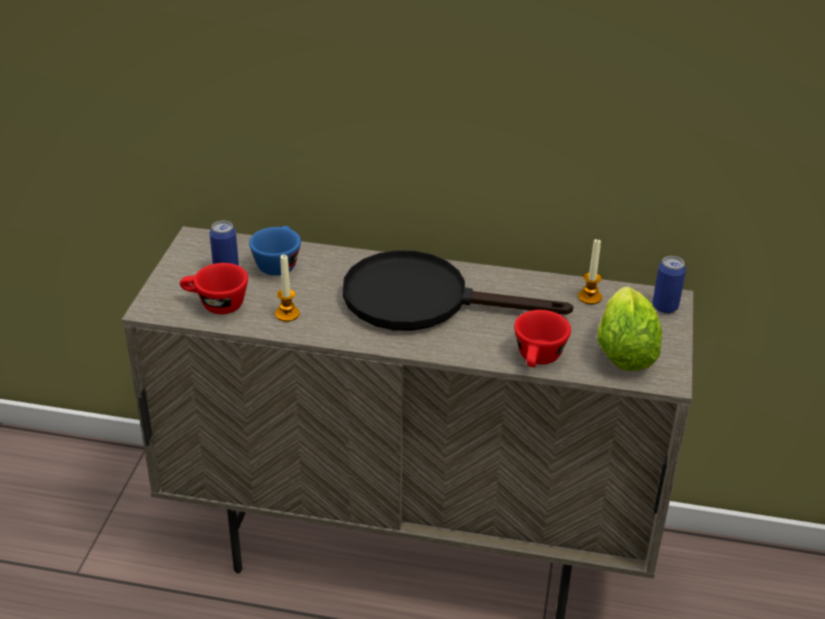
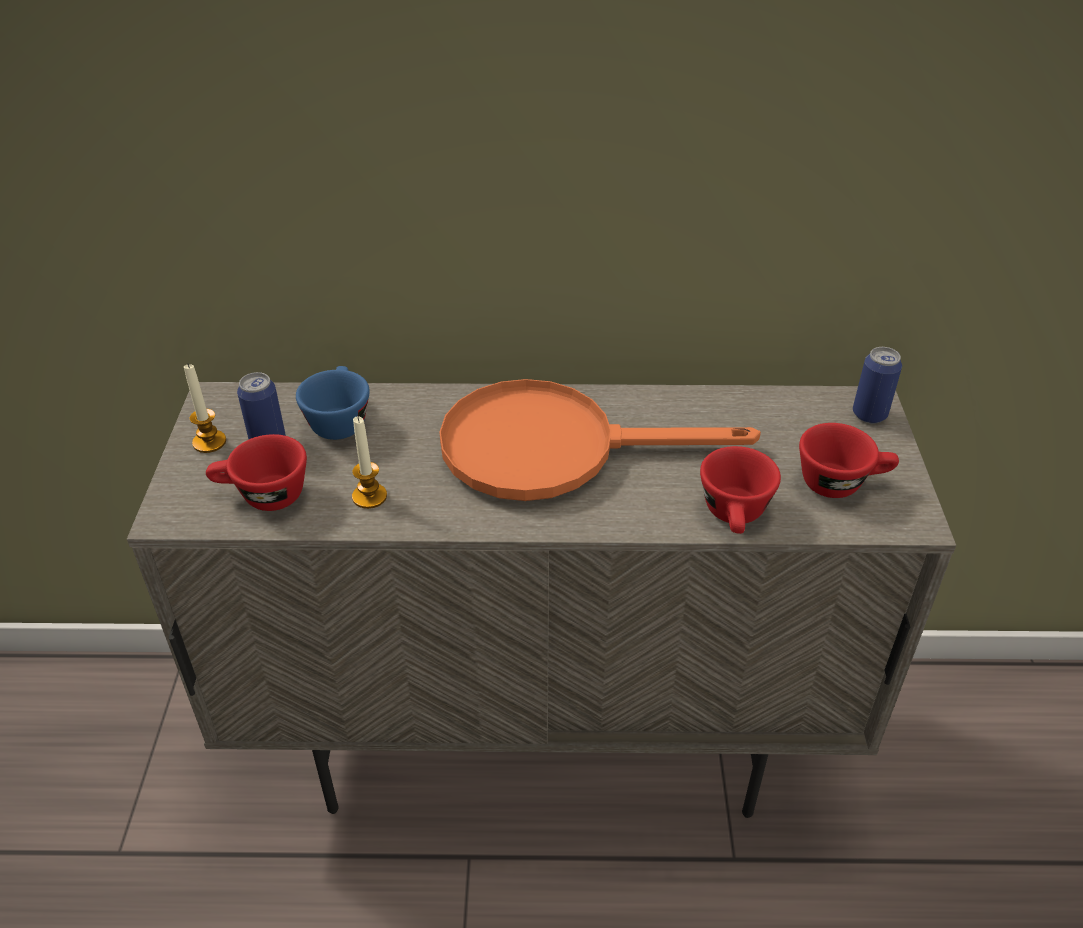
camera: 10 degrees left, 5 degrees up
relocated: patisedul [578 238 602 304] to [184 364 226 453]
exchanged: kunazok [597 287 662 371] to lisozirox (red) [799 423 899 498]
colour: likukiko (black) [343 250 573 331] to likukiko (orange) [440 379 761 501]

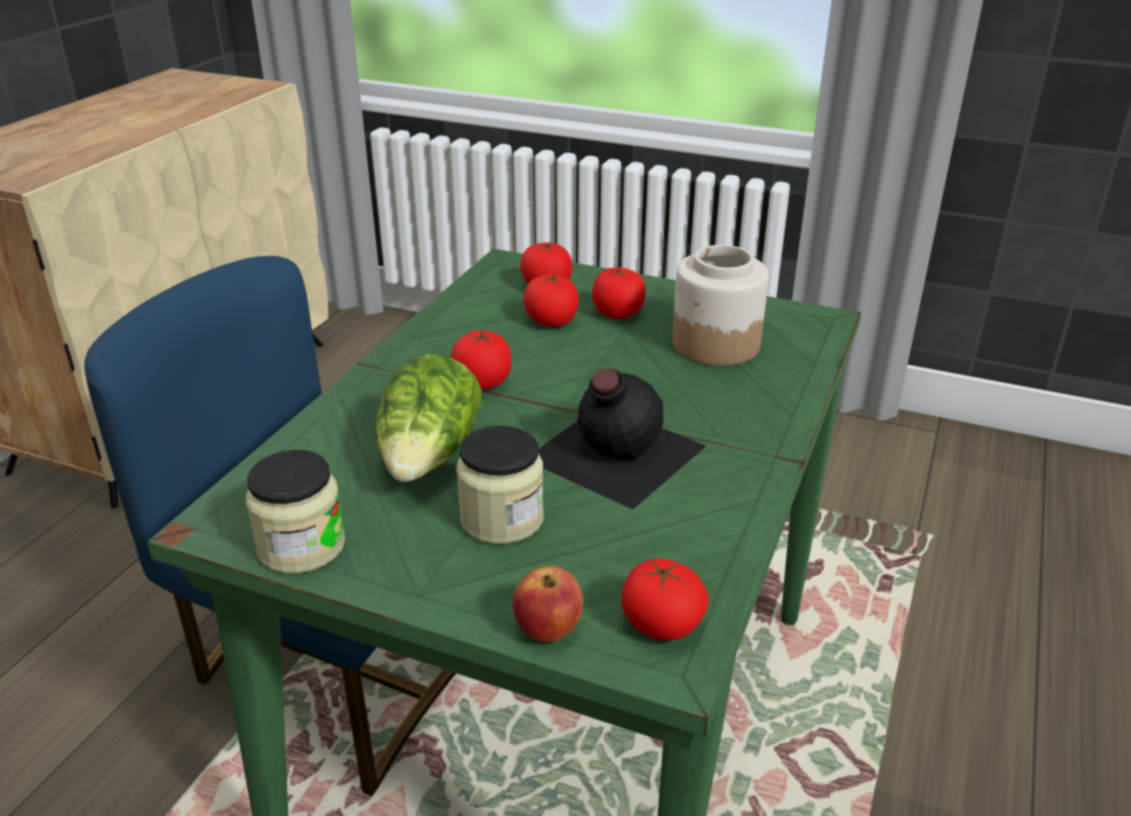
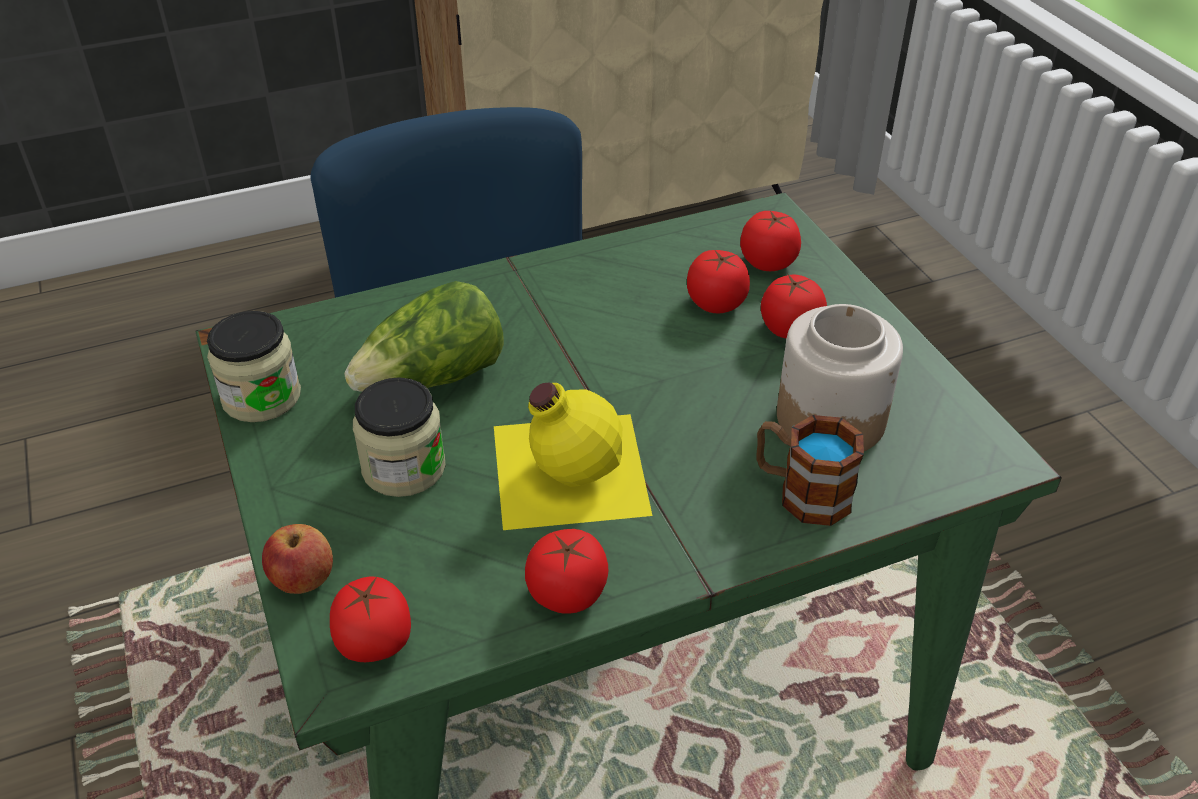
camera: 45 degrees right, 10 degrees up
appeared: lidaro [756 415 864 526]
relocated: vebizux [450 330 511 390] to [525 529 608 614]
colour: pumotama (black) [538 369 706 510] to pumotama (yellow) [494 383 653 530]

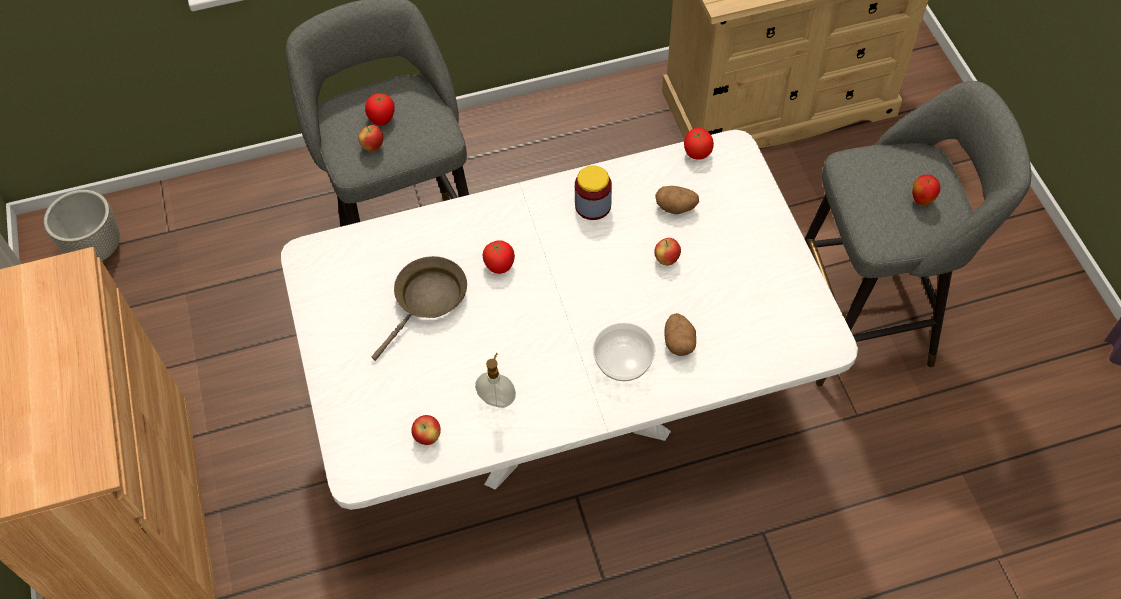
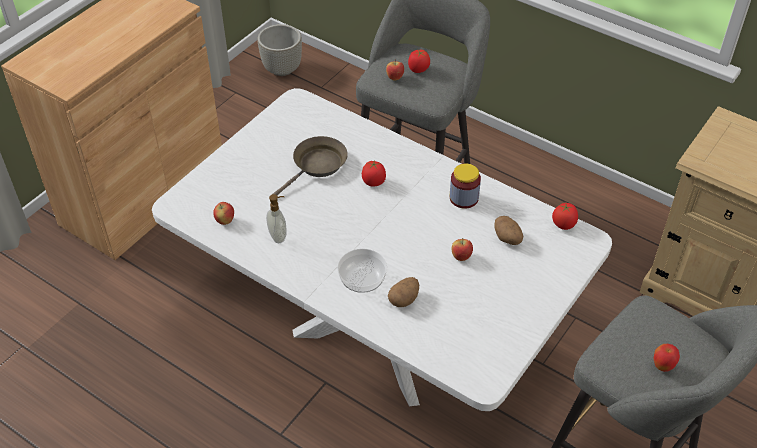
camera: 50 degrees right, 10 degrees down
spun: likukiko (brown) [372 256 467 361] = [272 136 348 195] 45 degrees counterclockwise

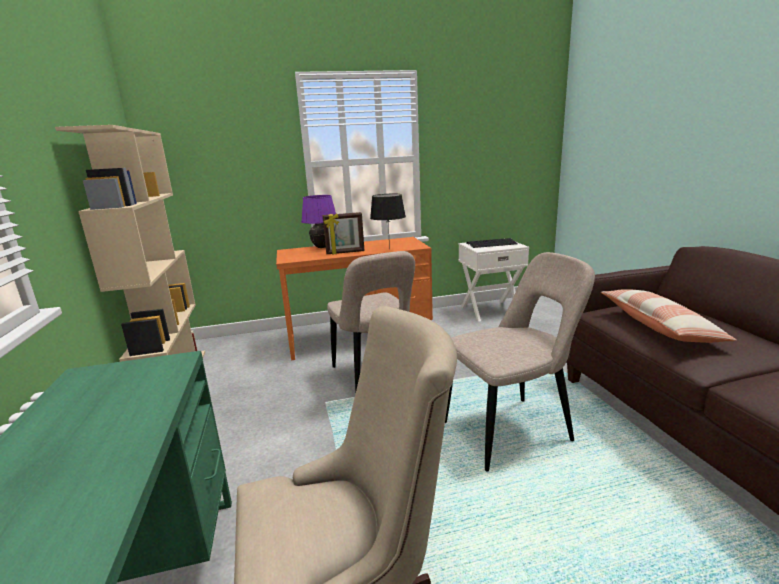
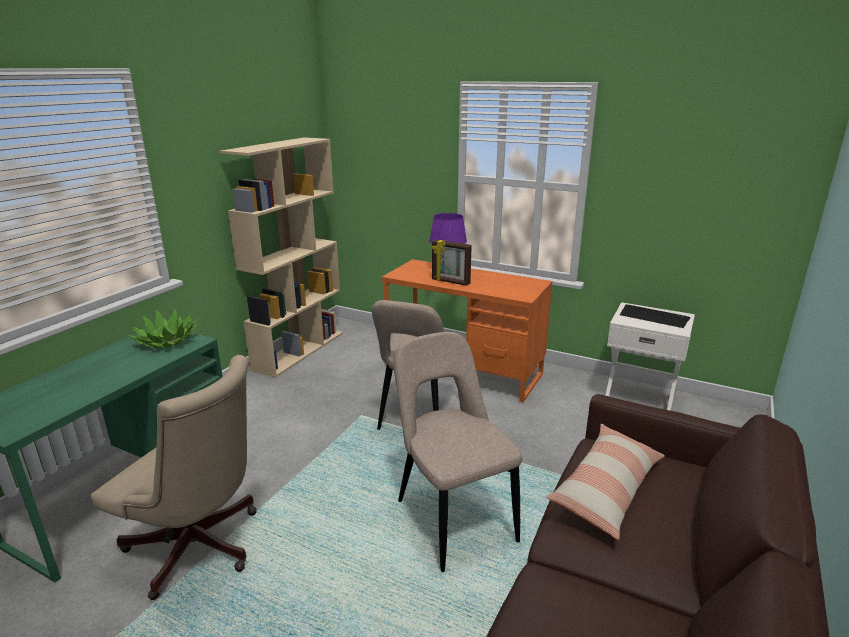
camera: 40 degrees right, 5 degrees up
missing: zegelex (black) [370 194 406 249]
appeared: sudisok [128 309 198 348]
spun: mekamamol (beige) [445 252 595 471] = [393 332 522 572] 135 degrees counterclockwise

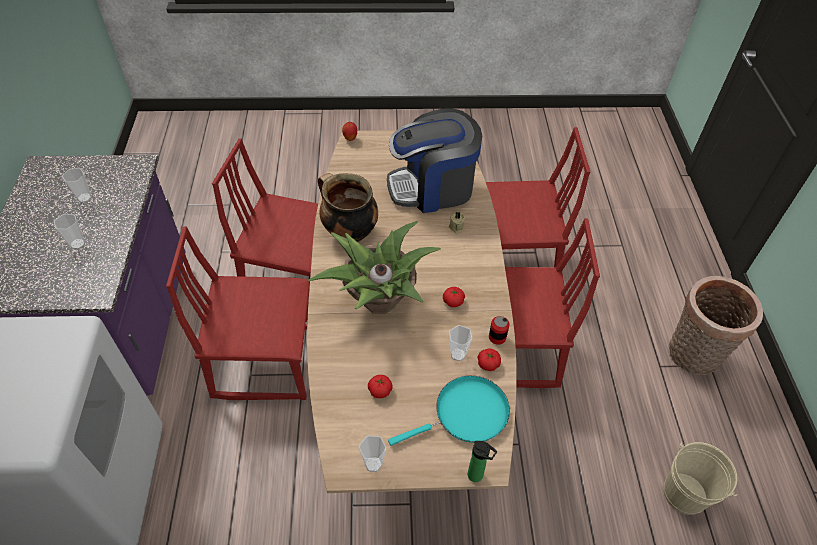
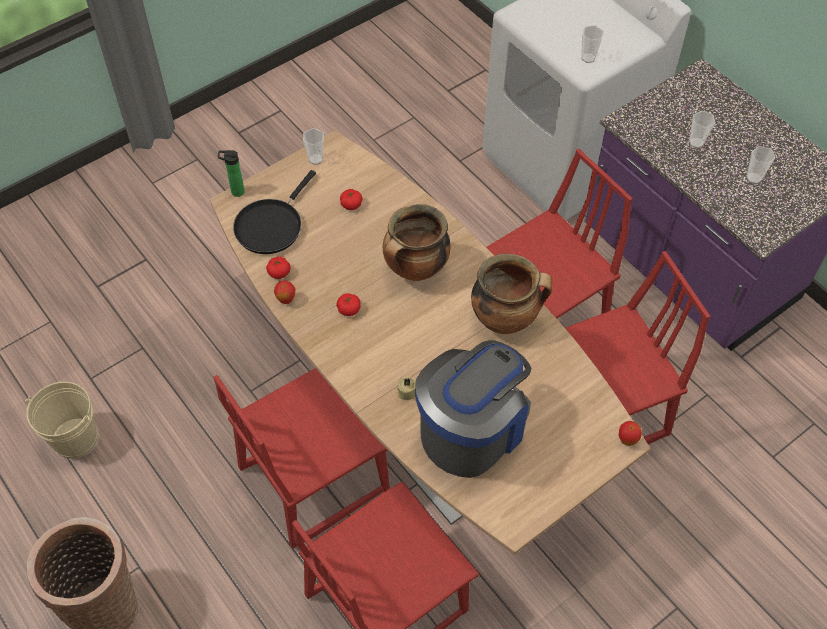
camera: 145 degrees right, 5 degrees up
relocated: lisozirox [449 325 473 361] to [581 25 604 63]
exchanged: sudisok [308 221 440 314] to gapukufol [383 204 451 281]; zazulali [489 316 510 345] to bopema [274 281 295 304]
colour: likukiko (turquoise) [388 376 510 446] to likukiko (black) [233 170 316 254]

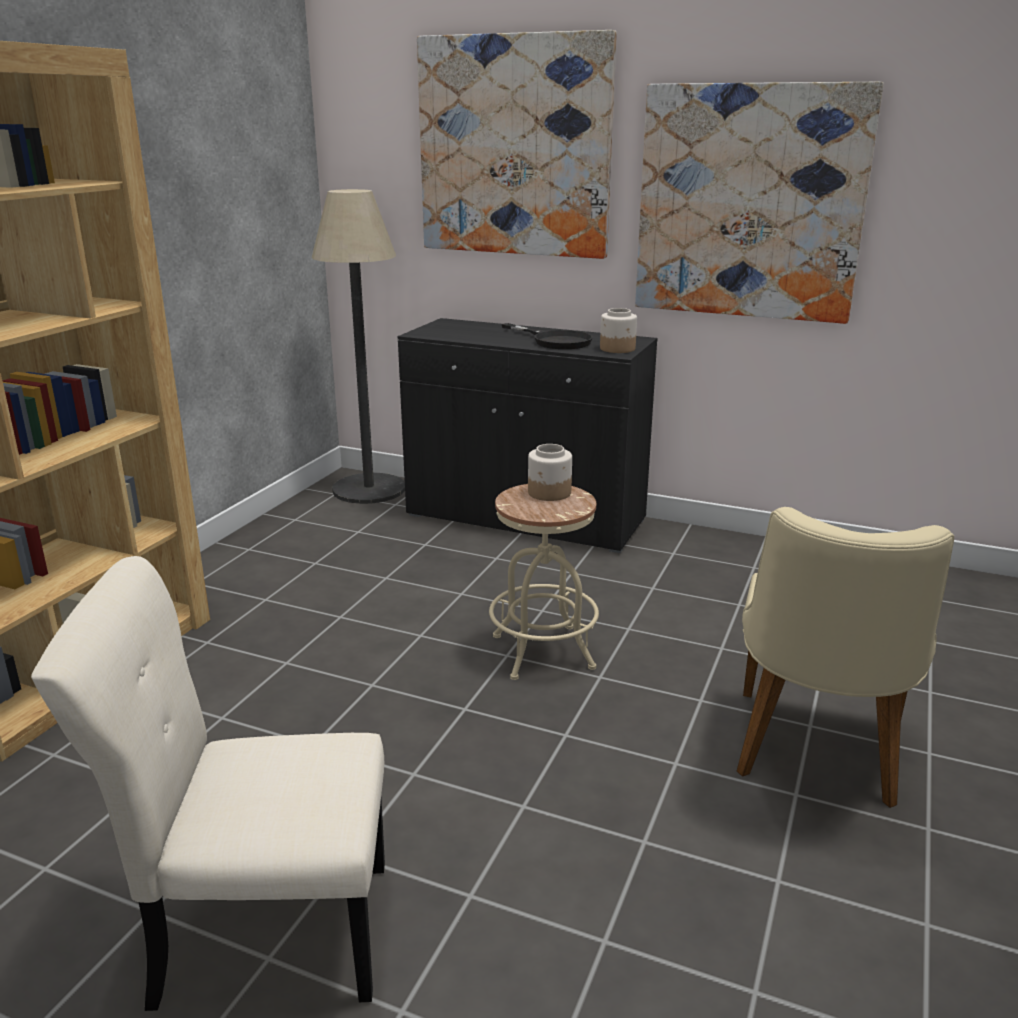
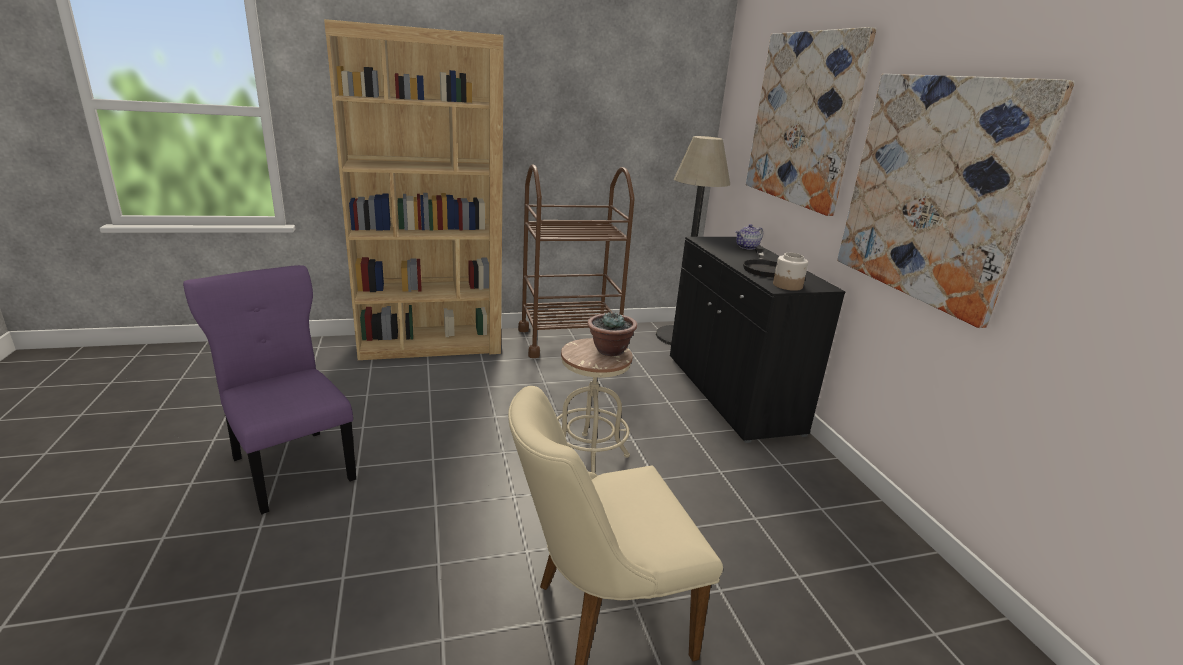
camera: 50 degrees right, 0 degrees up
appeared: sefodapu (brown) [518 165 635 358]; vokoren [736 224 763 250]
exchanged: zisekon [528 444 572 501] to sudisok [587 312 637 356]
colour: mekamamol (beige) [31 556 385 1011] to mekamamol (purple) [183 265 356 514]

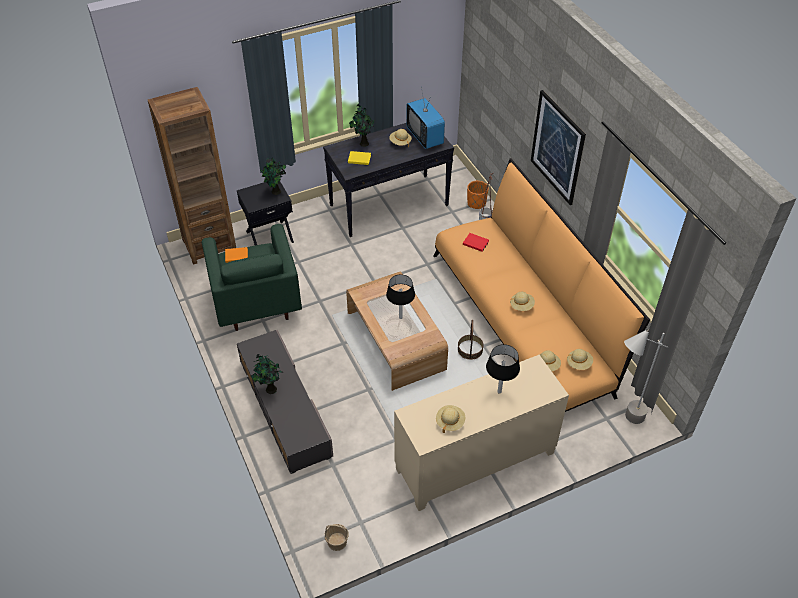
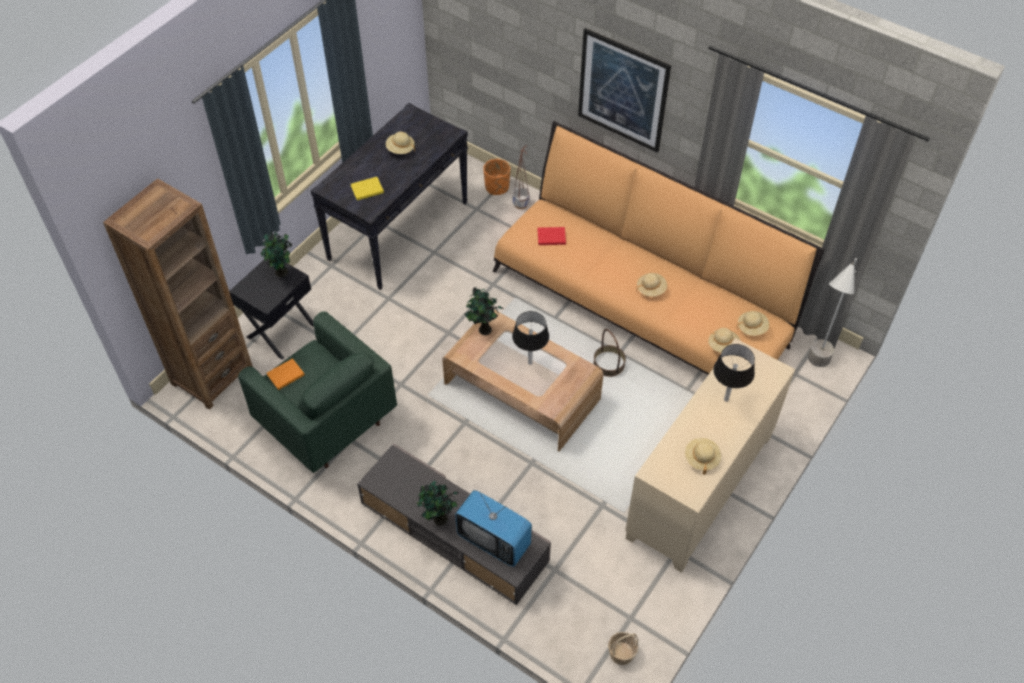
camera: 30 degrees left, 5 degrees up
relocated: sudisok [349 104 374 147] to [465 287 504 335]; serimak [406 87 445 149] to [455 490 532 567]

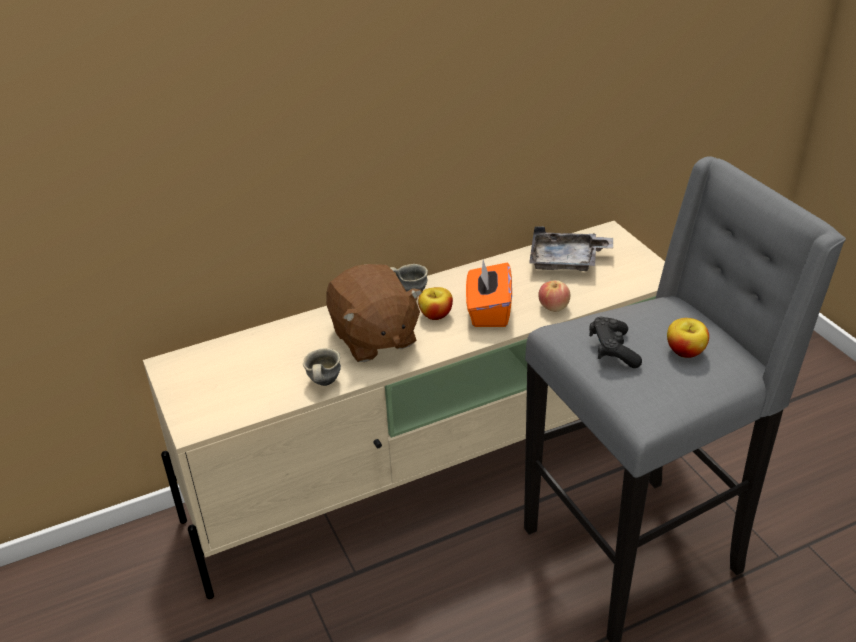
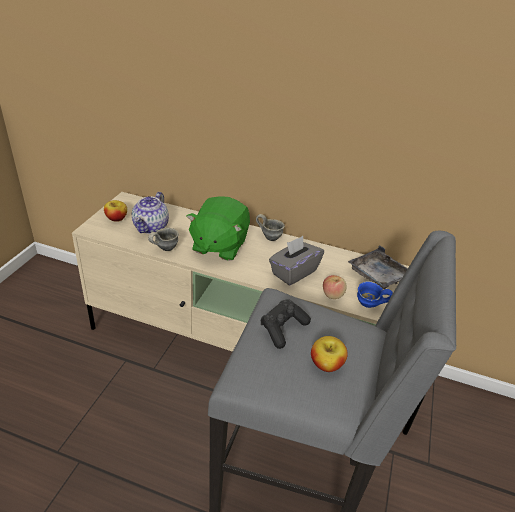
camera: 40 degrees right, 0 degrees up
appeared: vokoren [132 192 169 234]; lidaro (blue) [357 281 393 308]
relocated: bopema [418 287 453 320] to [104 200 127 222]
colour: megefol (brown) [326 264 422 362] to megefol (green) [186 196 250 261]; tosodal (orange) [466 260 512 327] to tosodal (grey) [269 236 324 285]

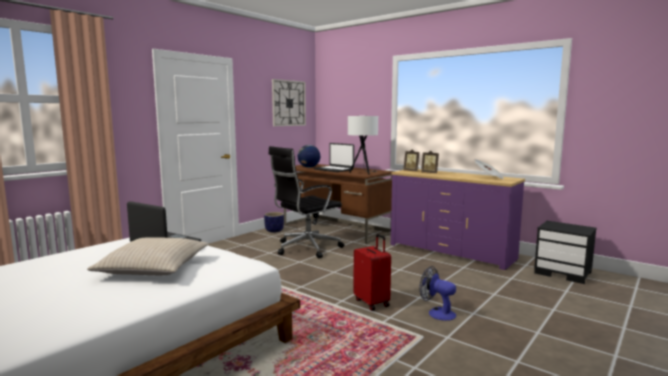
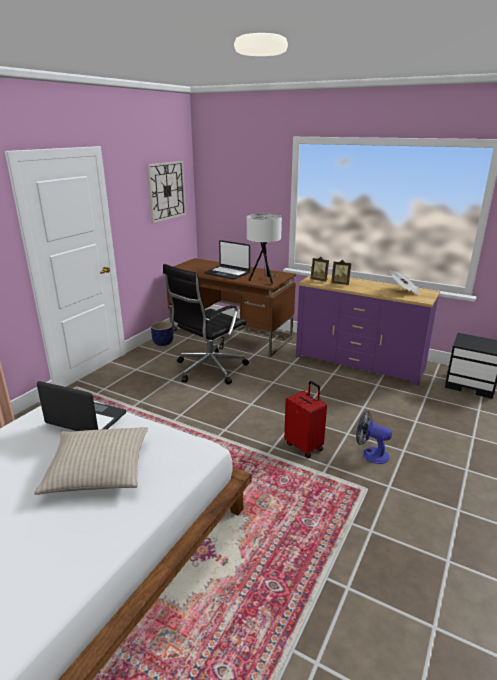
camera: 10 degrees left, 15 degrees up
missing: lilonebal [298 145 320 168]

